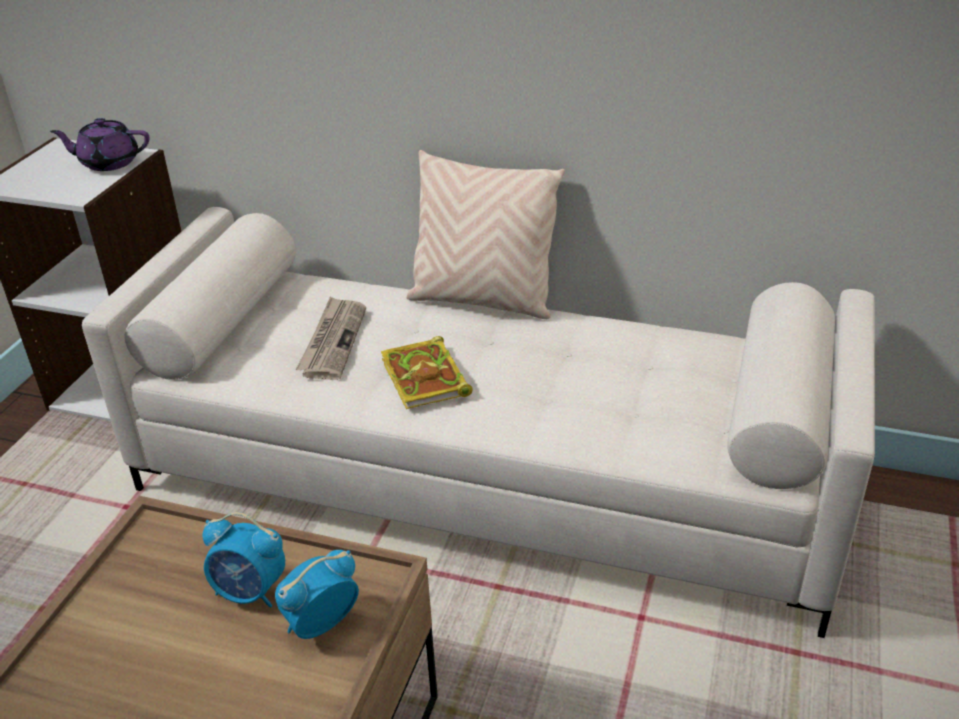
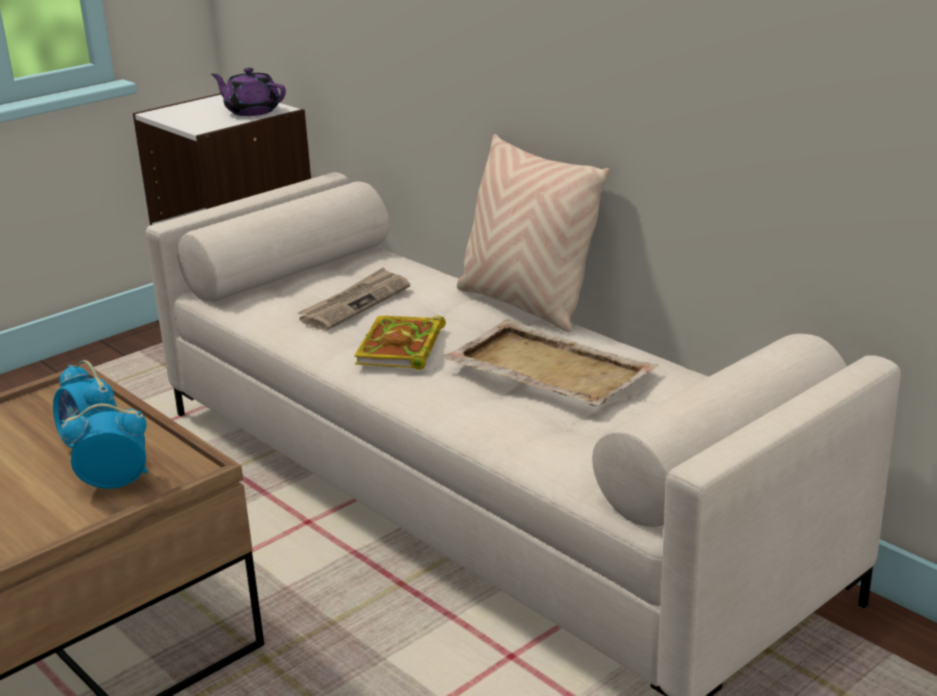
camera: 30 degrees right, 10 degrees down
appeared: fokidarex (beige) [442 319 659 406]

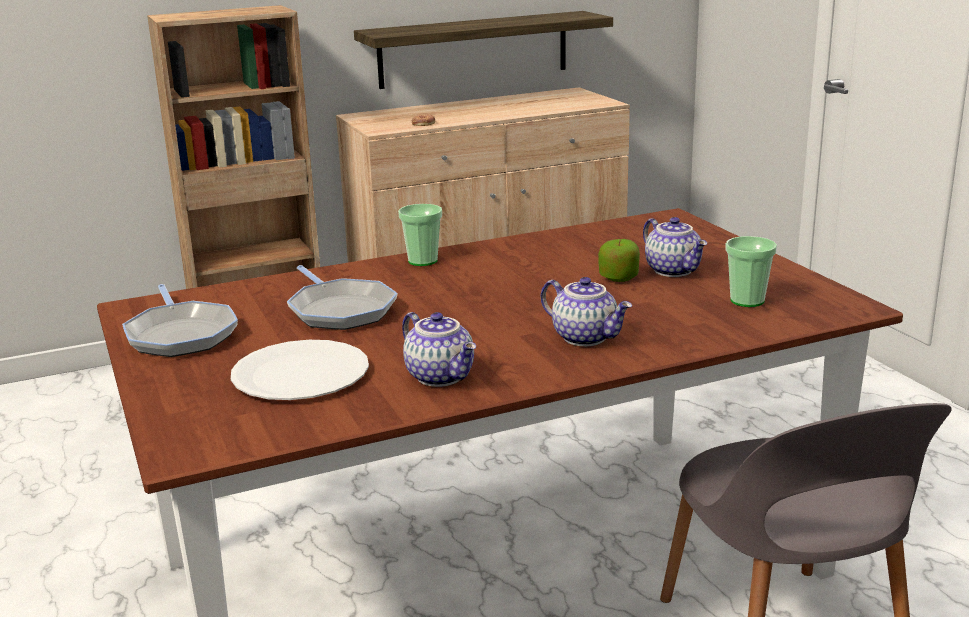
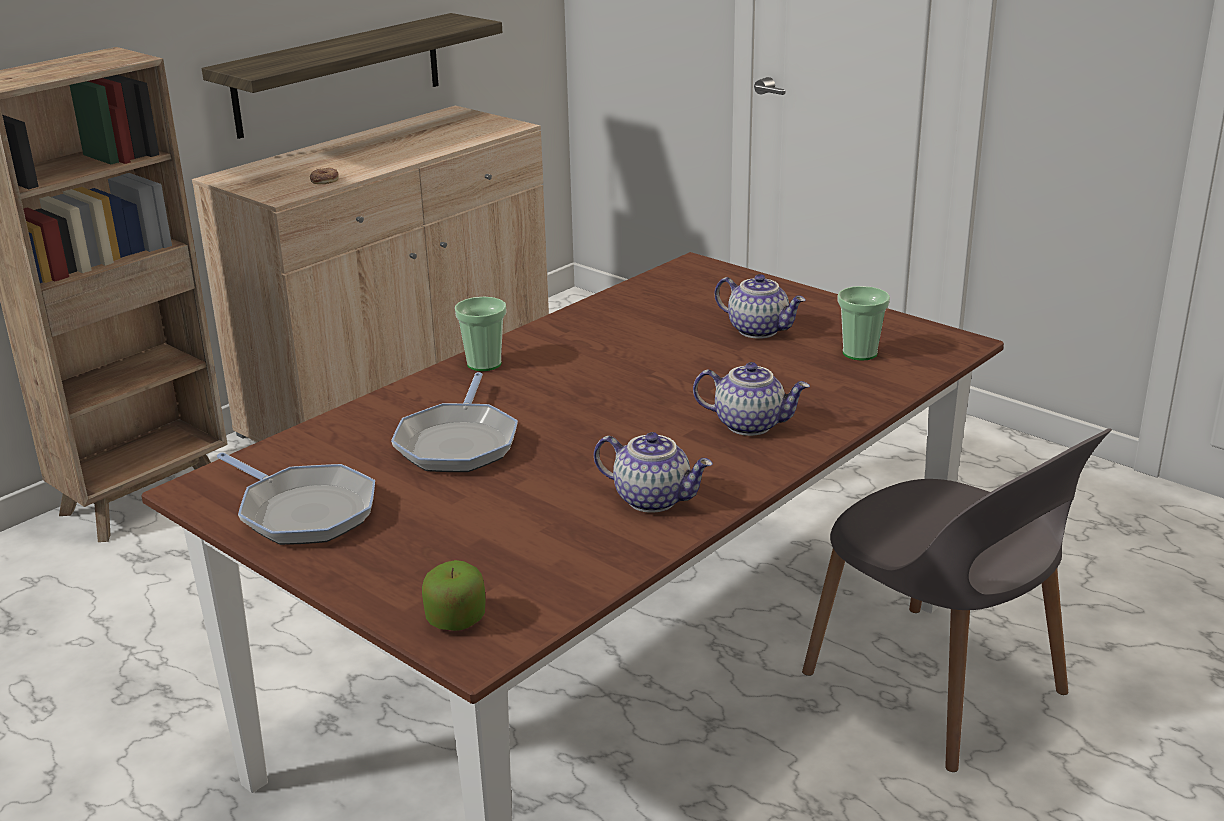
camera: 25 degrees left, 5 degrees up
missing: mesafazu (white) [231 340 369 400]
relocated: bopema [598 239 640 282] to [422 560 486 631]
spun: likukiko [287 265 397 330] = [391 372 518 472] 60 degrees clockwise

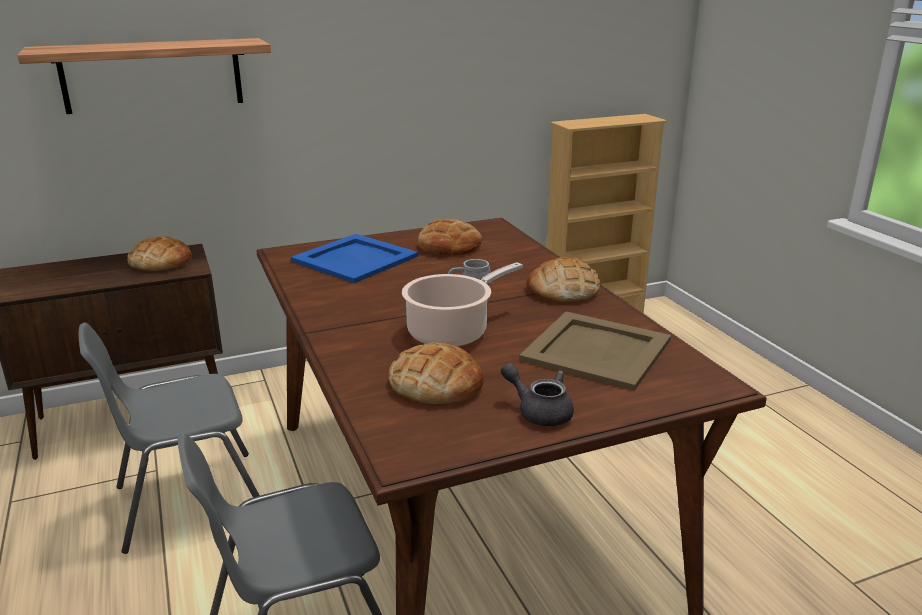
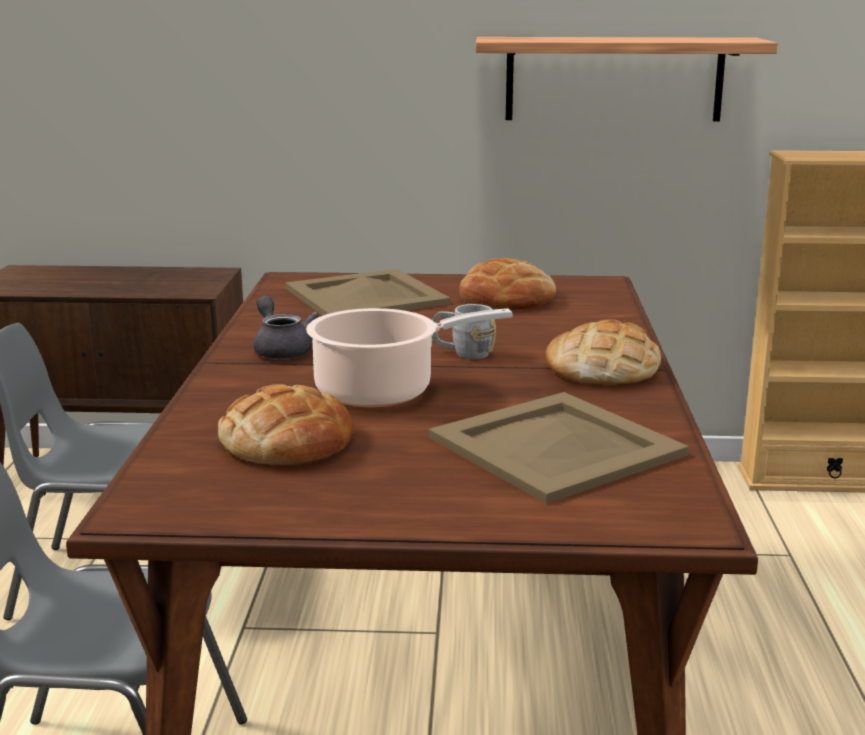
camera: 25 degrees right, 5 degrees down
missing: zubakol [127 236 192 271]
relocated: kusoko [17 38 271 114] to [476 37 778 122]; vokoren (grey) [501 363 574 426] to [253 296 319 359]
colour: fokidarex (blue) [291 234 419 283] to fokidarex (beige) [285 269 450 316]

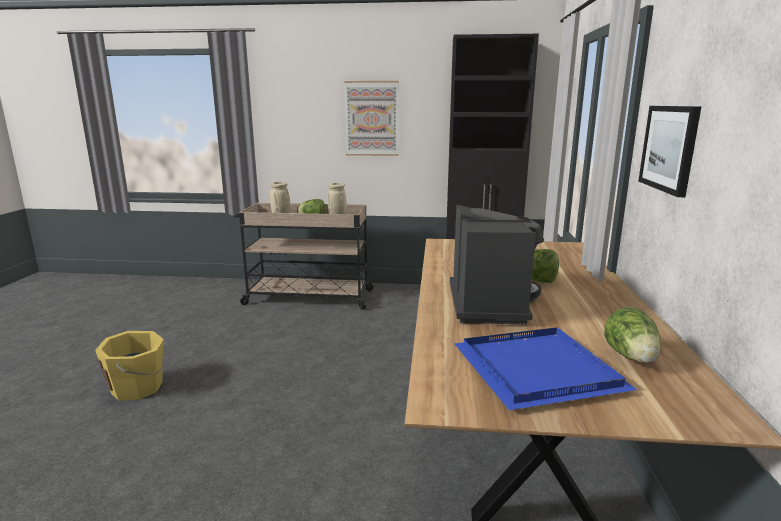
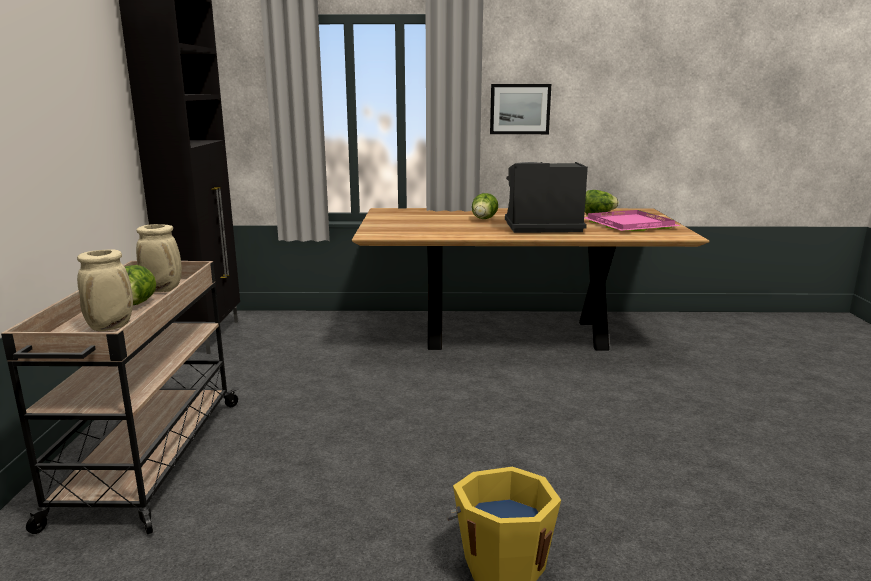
camera: 95 degrees left, 0 degrees up
missing: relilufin [344 81 399 156]
colour: fokidarex (blue) [455 327 637 410] to fokidarex (pink) [584 210 681 231]

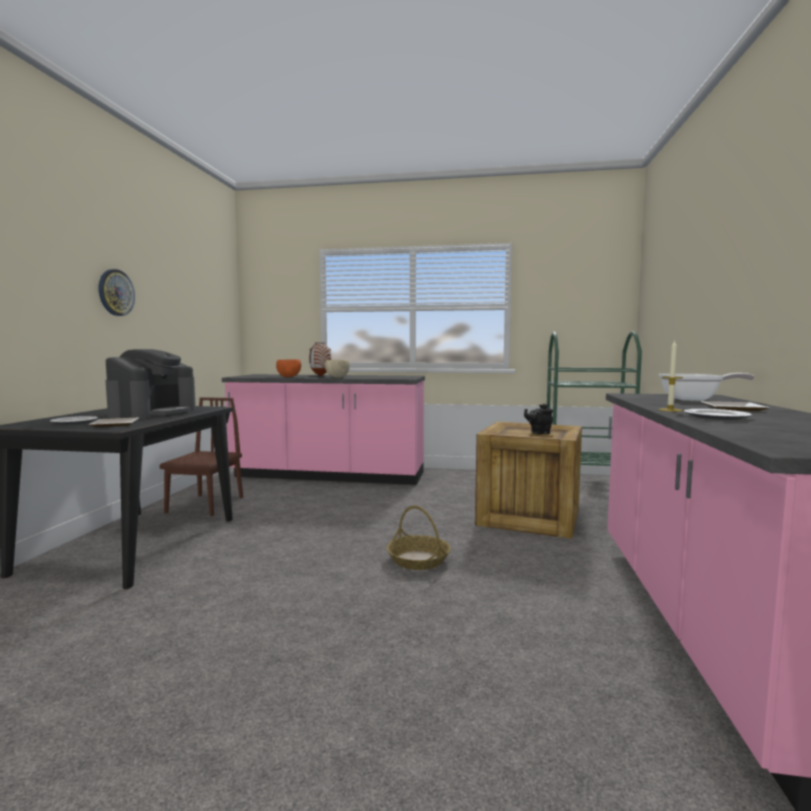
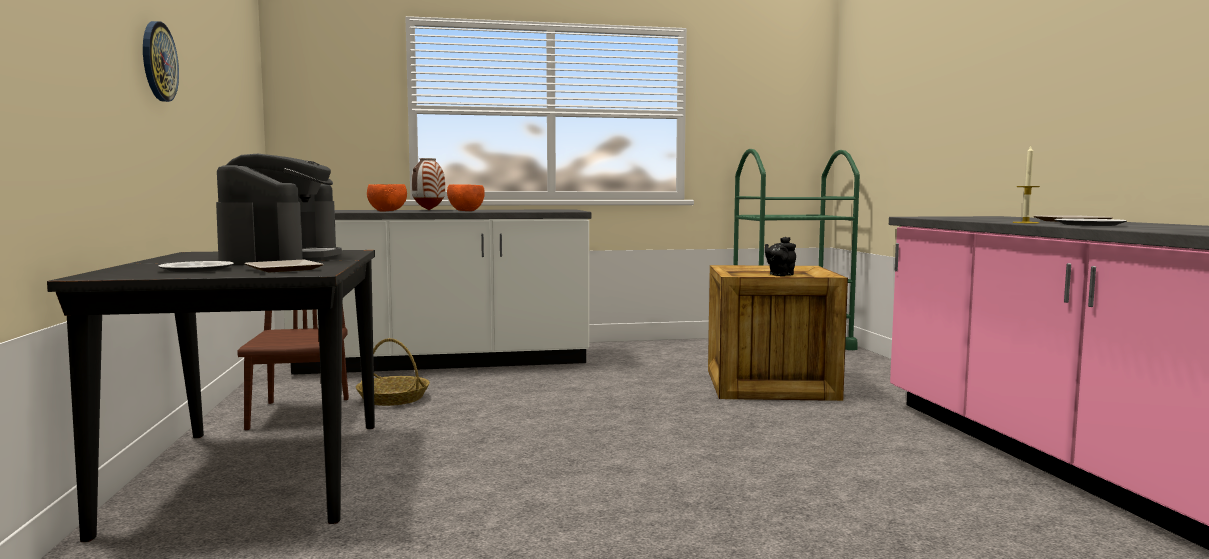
camera: 20 degrees left, 0 degrees up
missing: likukiko [659 373 754 401]
relocated: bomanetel [386 506 451 570] to [356 338 430 406]
colour: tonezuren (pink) [222 374 425 485] to tonezuren (white) [284 209 591 375]; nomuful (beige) [325 360 350 378] to nomuful (orange) [447 184 485 211]

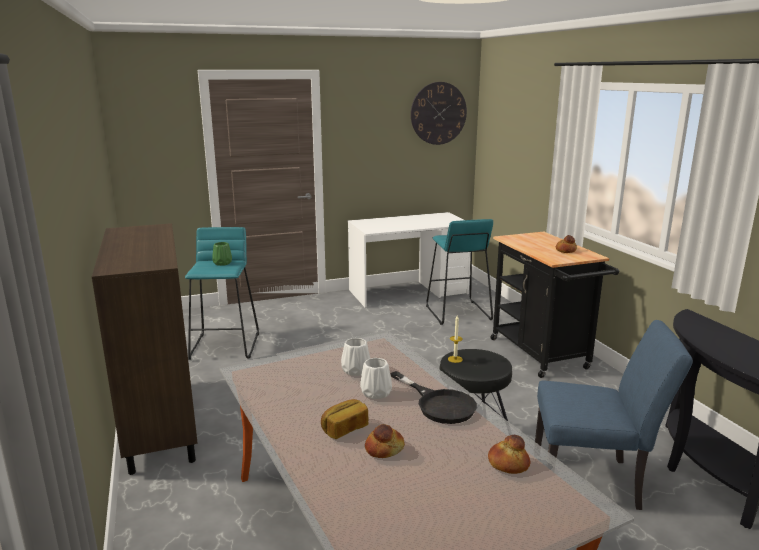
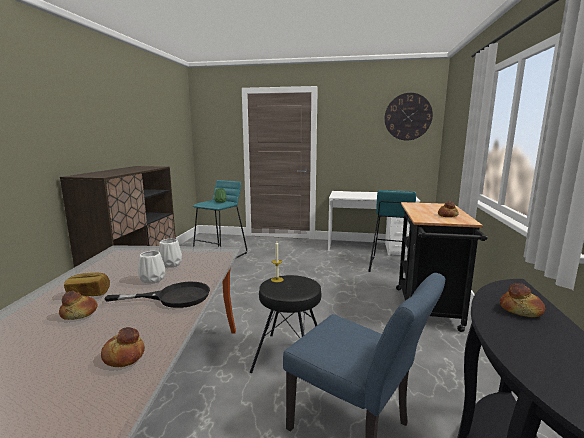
camera: 30 degrees right, 5 degrees down
appeared: zubakol [500 283 545 317]
spun: likukiko (black) [390 371 477 424] = [105 282 210 308] 90 degrees counterclockwise

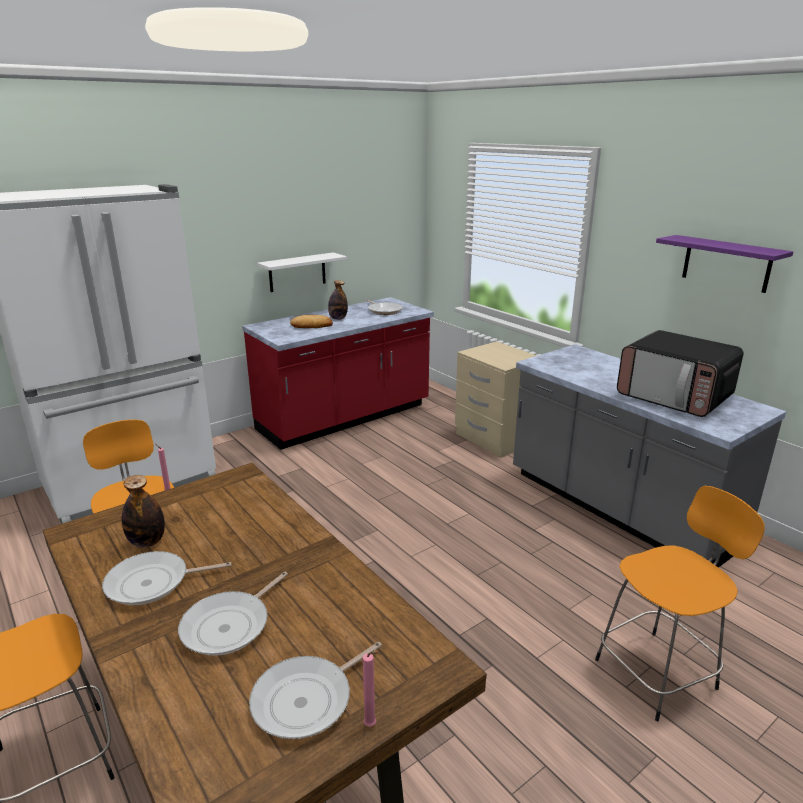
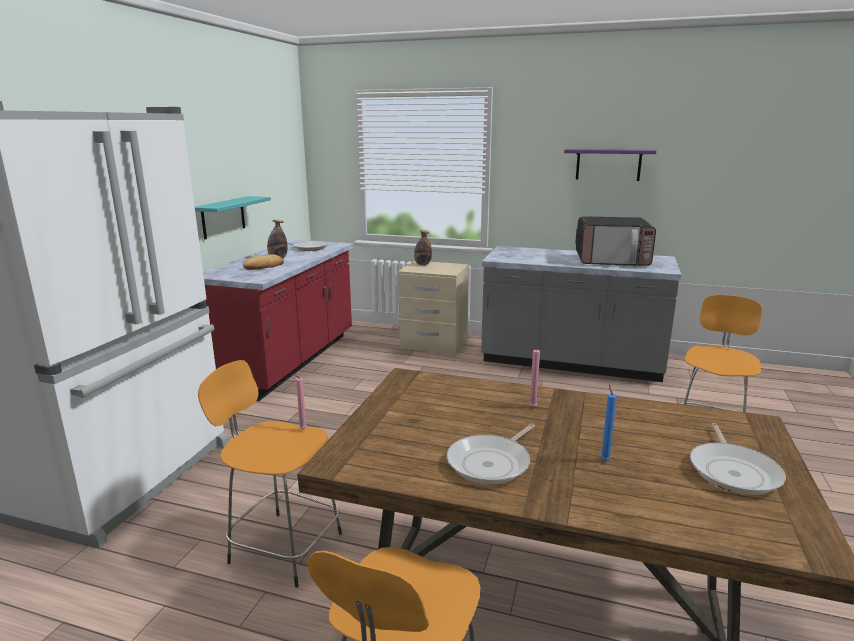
camera: 35 degrees left, 5 degrees down
relocated: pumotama [122 475 165 548] to [414 230 432 265]; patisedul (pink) [363 651 378 727] to [529 344 543 407]
exchanged: likukiko [178 572 288 656] to patisedul (blue) [600 384 617 461]
colour: kusoko (white) [257 253 347 292] to kusoko (turquoise) [195 196 271 239]

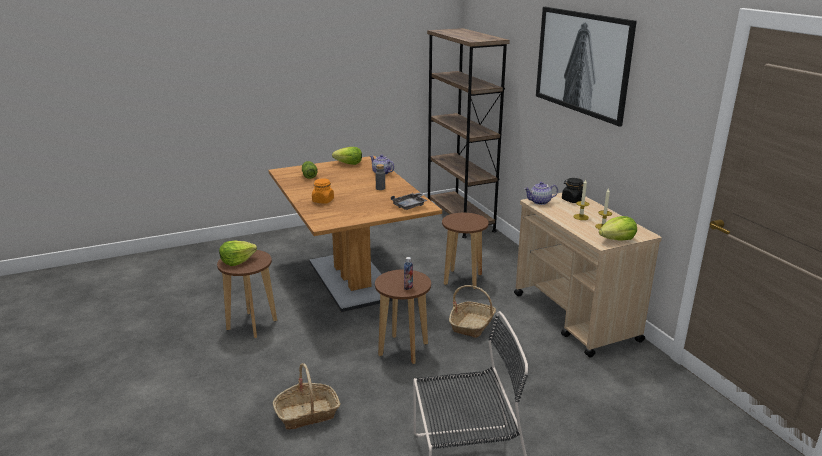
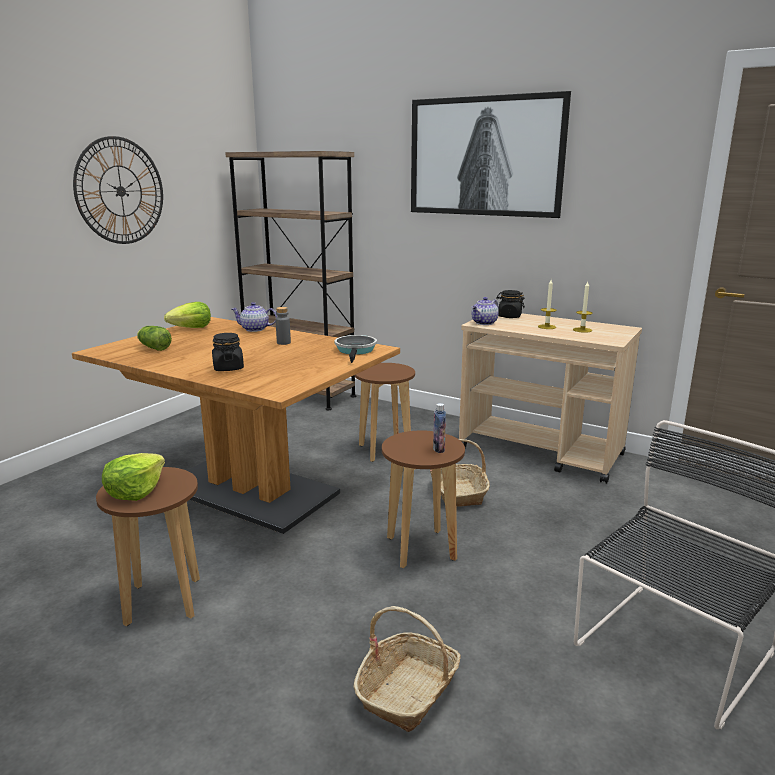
camera: 35 degrees left, 5 degrees down
missing: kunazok [599 216 637 241]
appeared: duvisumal [73 136 163 244]
exchanged: fokidarex (grey) [391 192 428 210] to likukiko [335 335 377 363]
colour: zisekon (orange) [312 178 334 204] to zisekon (black) [212 333 244 371]

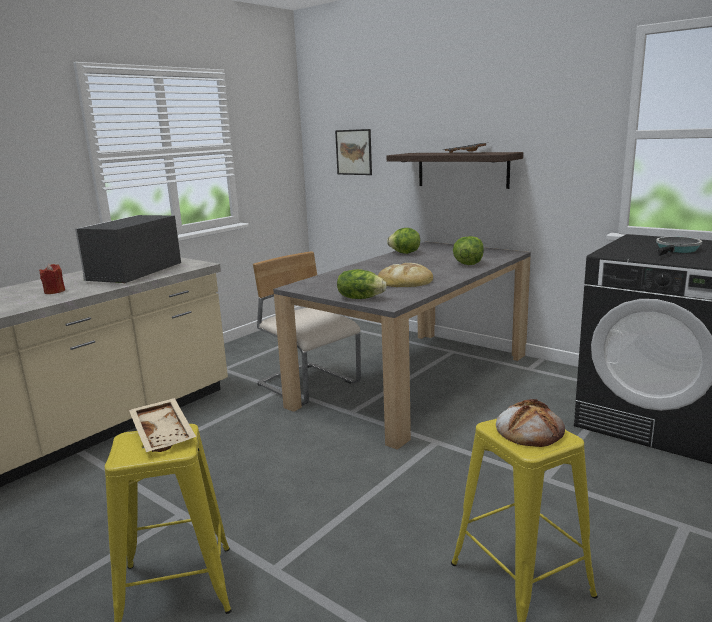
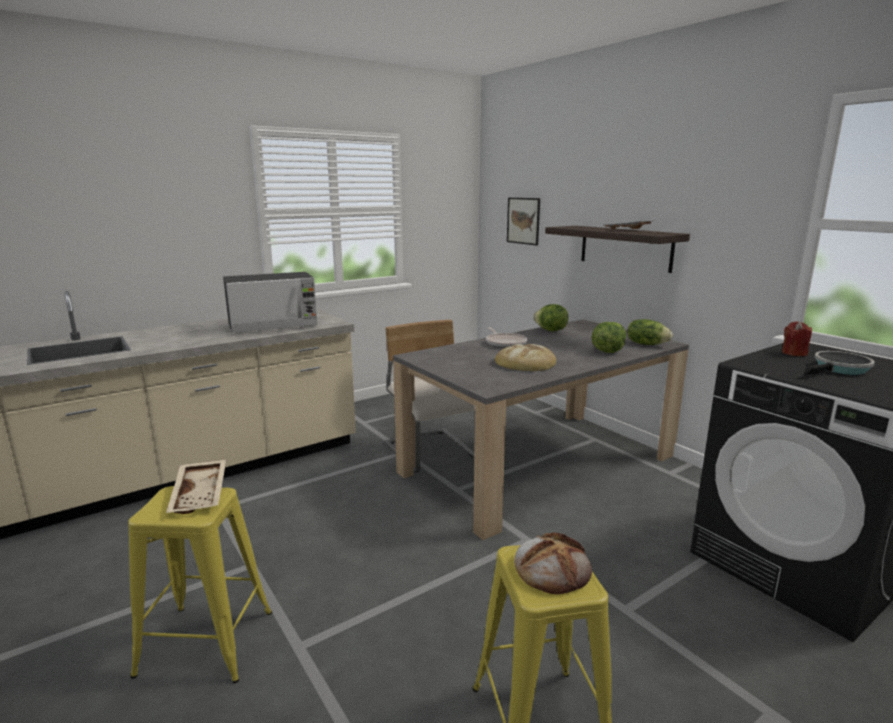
camera: 15 degrees right, 0 degrees up
appeared: likukiko [486 327 527 348]
relocated: patisedul (red) [39 264 65 294] to [782 321 812 356]; kunazok [337 269 386 299] to [627 319 673 345]
spun: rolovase [75 215 181 283] = [223 272 318 333] 150 degrees counterclockwise

